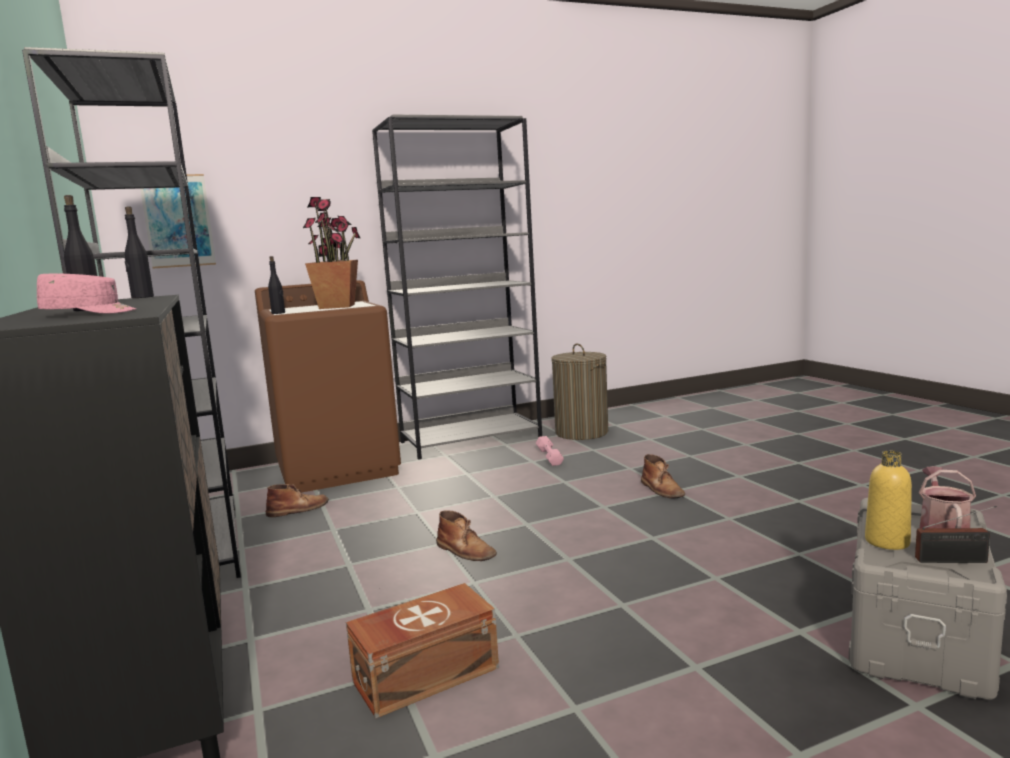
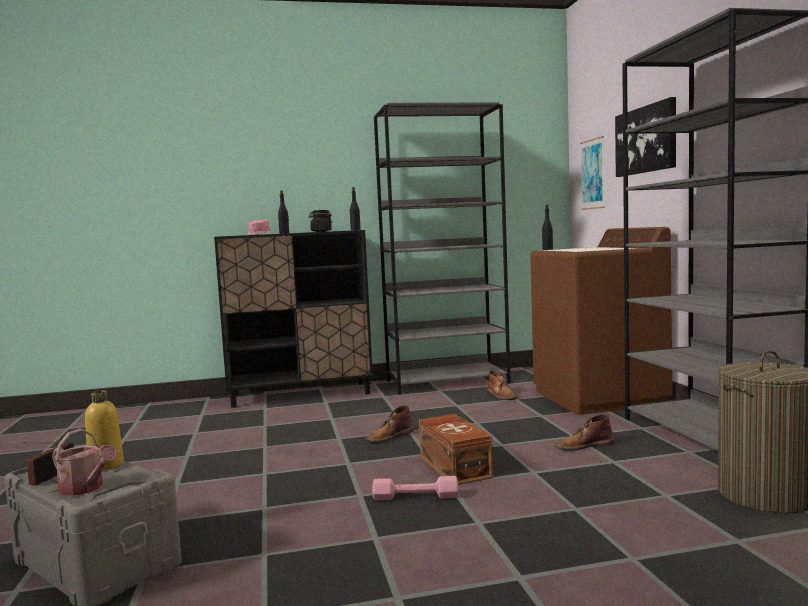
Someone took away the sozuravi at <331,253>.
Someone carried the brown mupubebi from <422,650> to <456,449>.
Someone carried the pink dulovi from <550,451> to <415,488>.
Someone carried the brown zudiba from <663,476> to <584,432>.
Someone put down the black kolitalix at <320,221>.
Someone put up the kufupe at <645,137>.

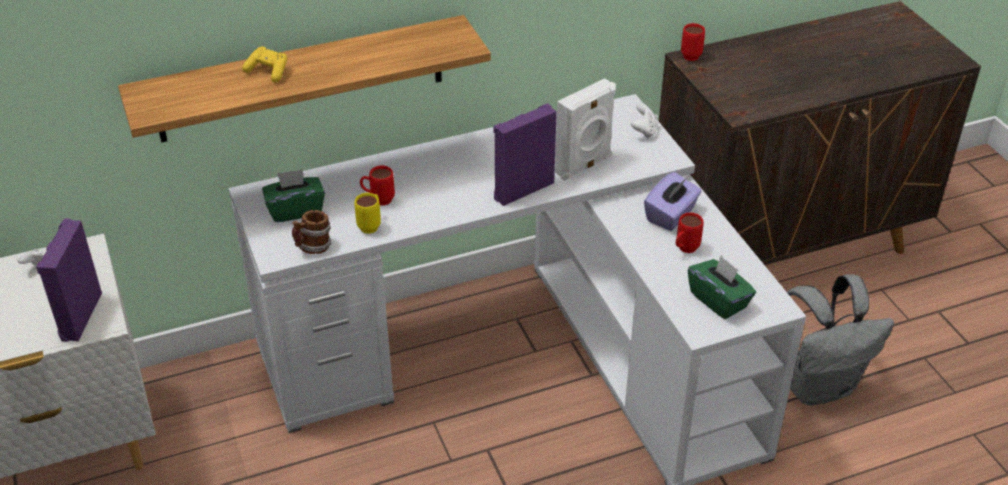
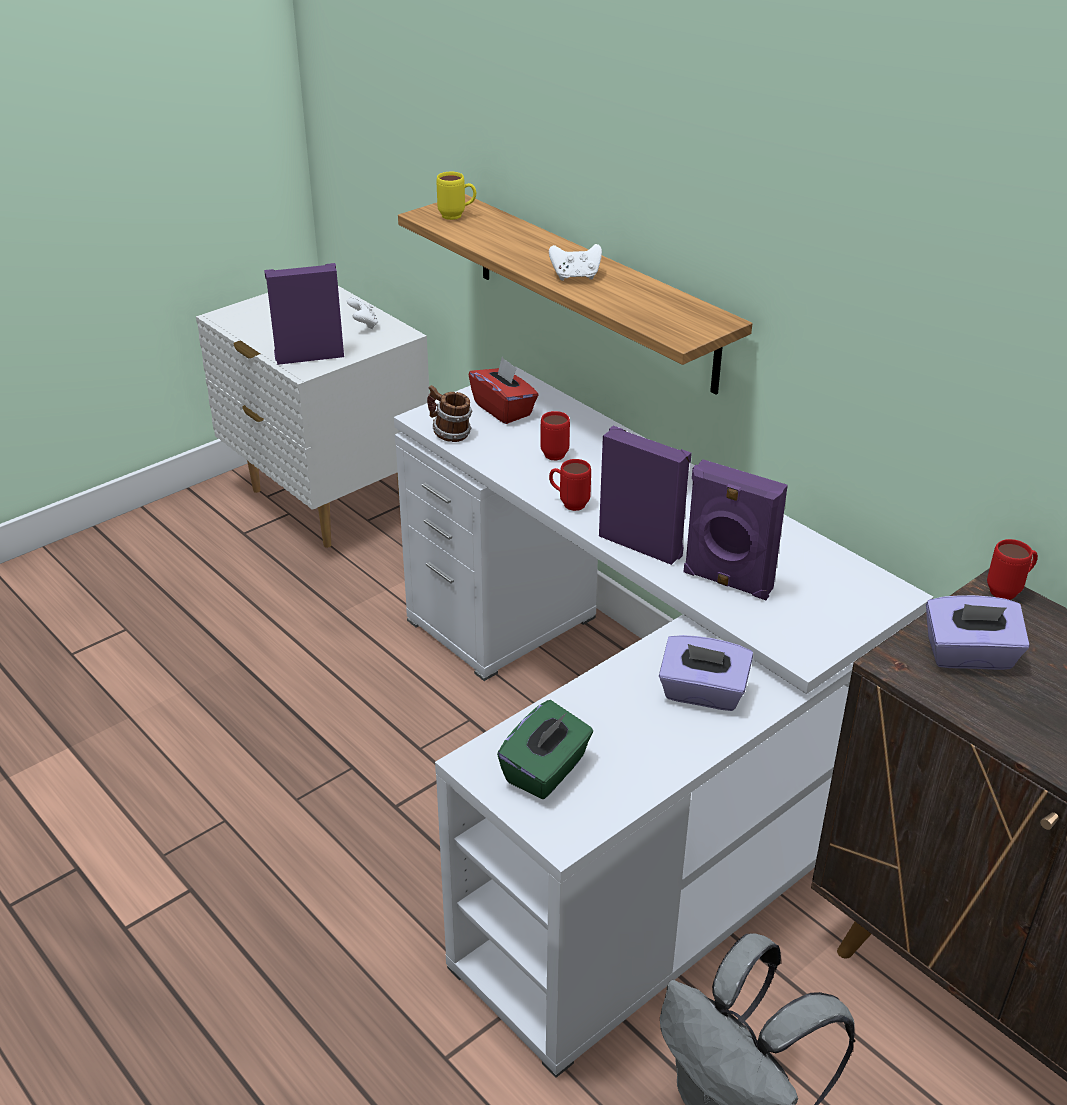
Someone took away the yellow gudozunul at <264,65>.
Someone repainted the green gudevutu at <293,195>, which became the red gudevutu at <503,390>.
Someone carried the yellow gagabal from <367,213> to <456,196>.
Someone repainted the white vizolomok at <585,129>, which became the purple vizolomok at <736,529>.
Someone carried the white gudozunul from <644,120> to <575,262>.
Someone carried the red gagabal from <690,233> to <570,485>.
Someone put down the purple gudevutu at <977,632>.

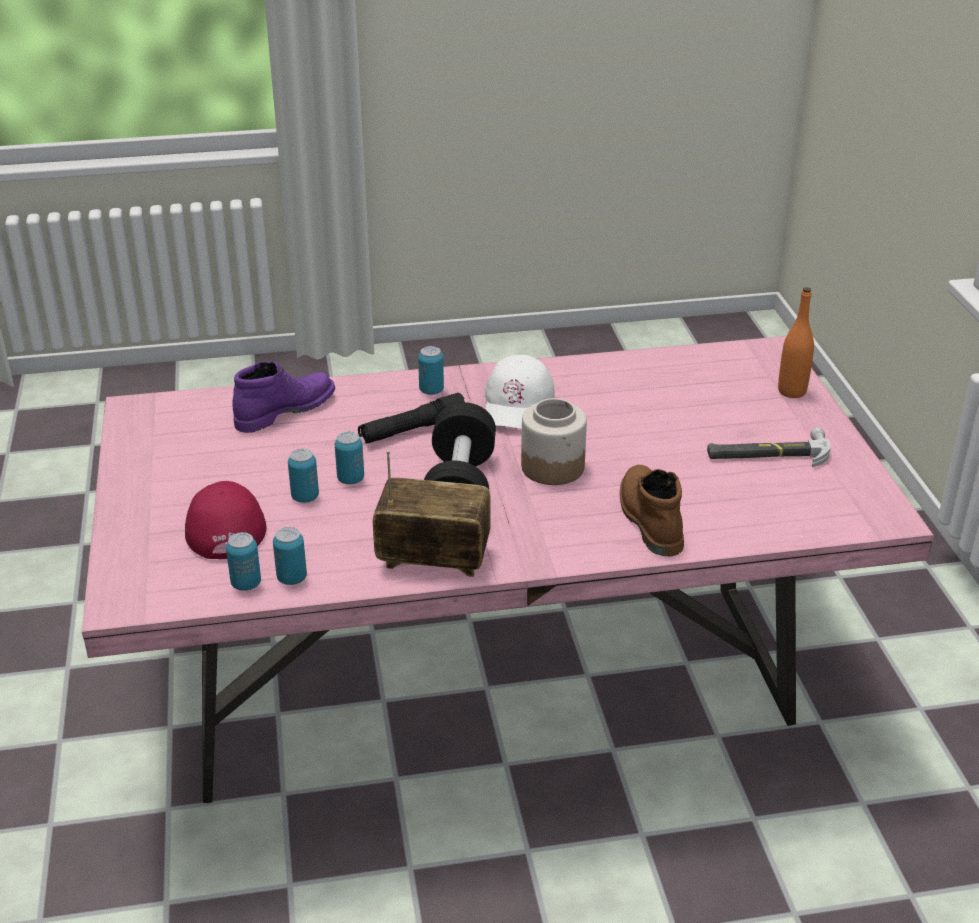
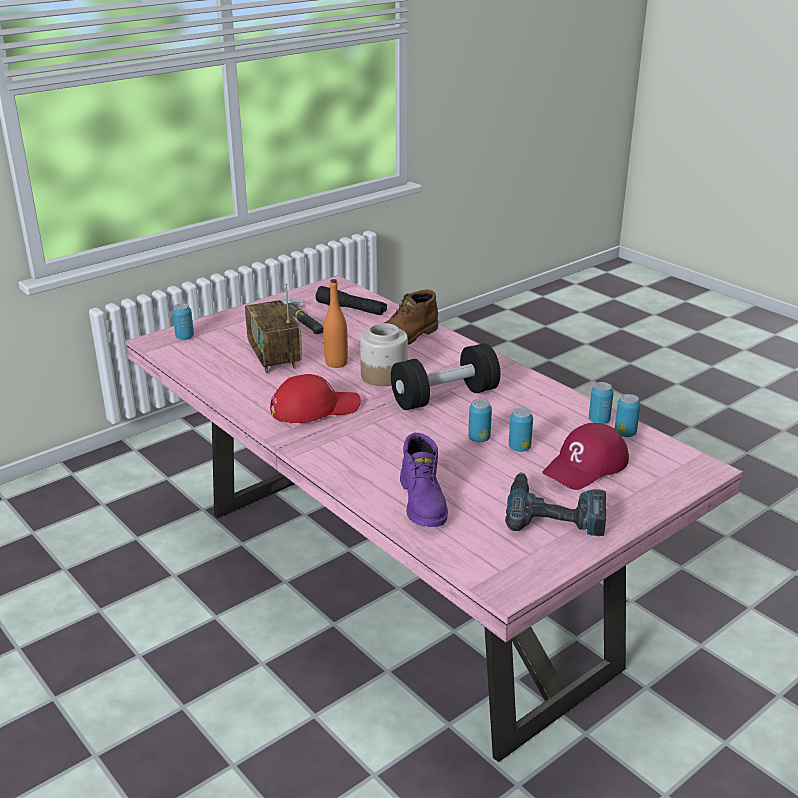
Someone rotated the purple zudiba at <283,397> by 120 degrees counterclockwise.
Someone carried the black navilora from <411,418> to <351,300>.
Someone carried the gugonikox from <432,513> to <273,328>.
Someone carried the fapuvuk from <431,370> to <183,321>.
Someone repainted the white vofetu at <520,392>, which became the red vofetu at <315,398>.
Someone carried the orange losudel from <796,342> to <335,323>.
Someone put down the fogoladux at <555,504>.

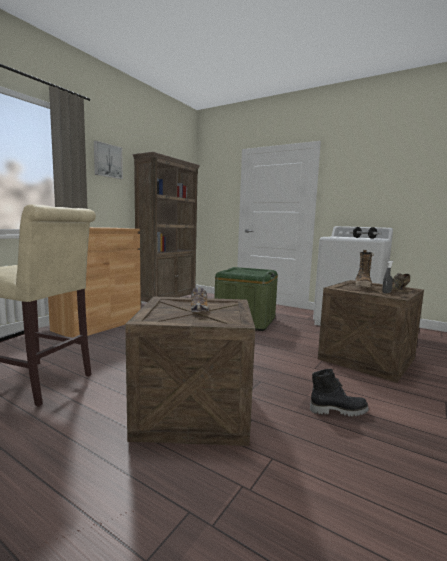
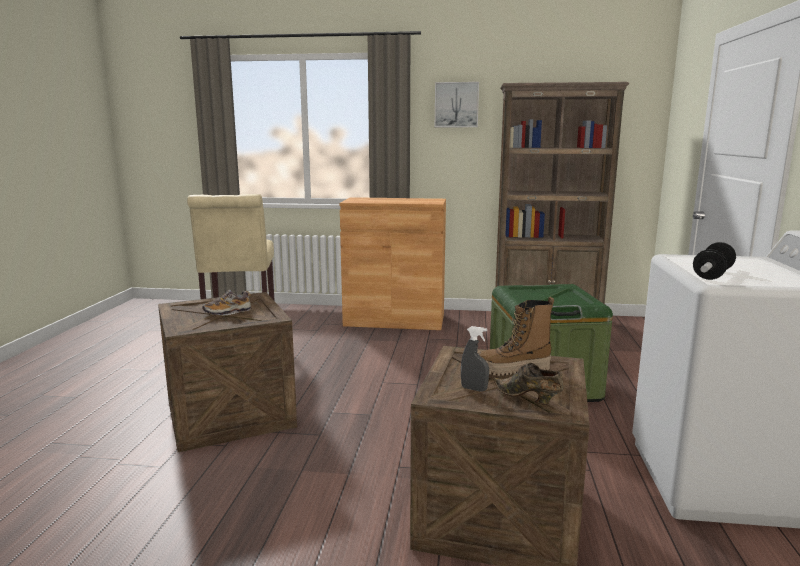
Someone took away the black zudiba at <339,392>.

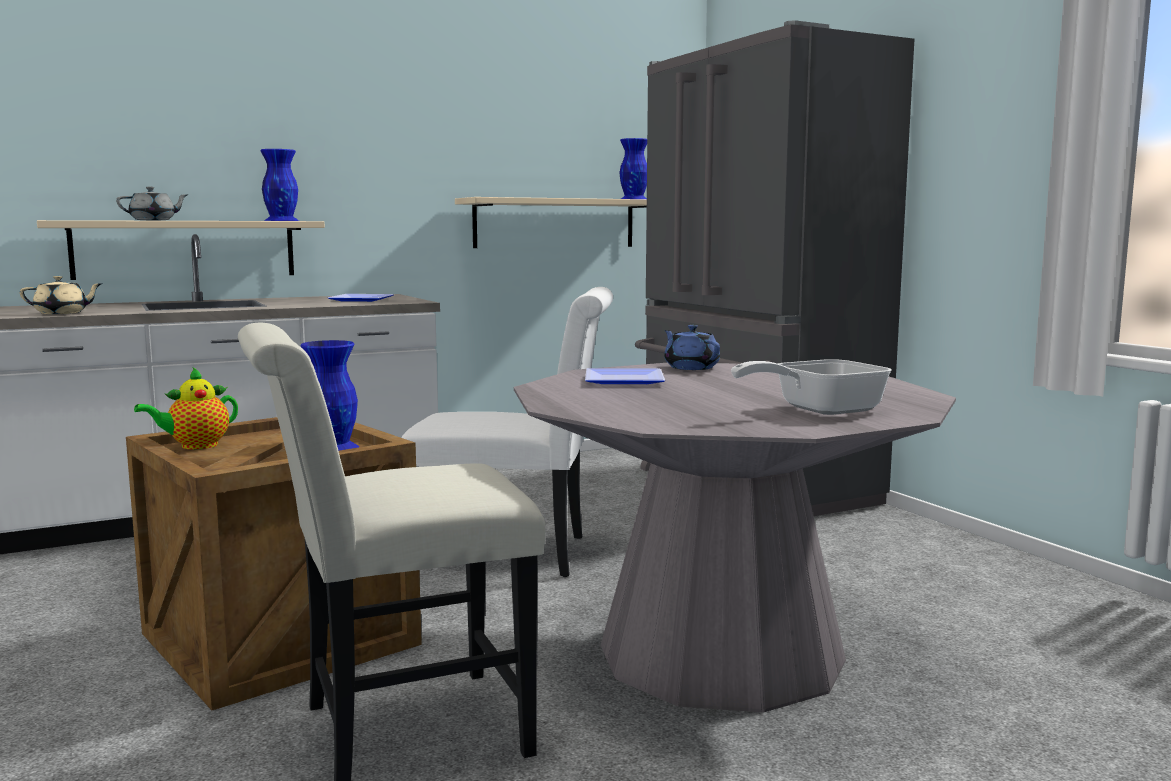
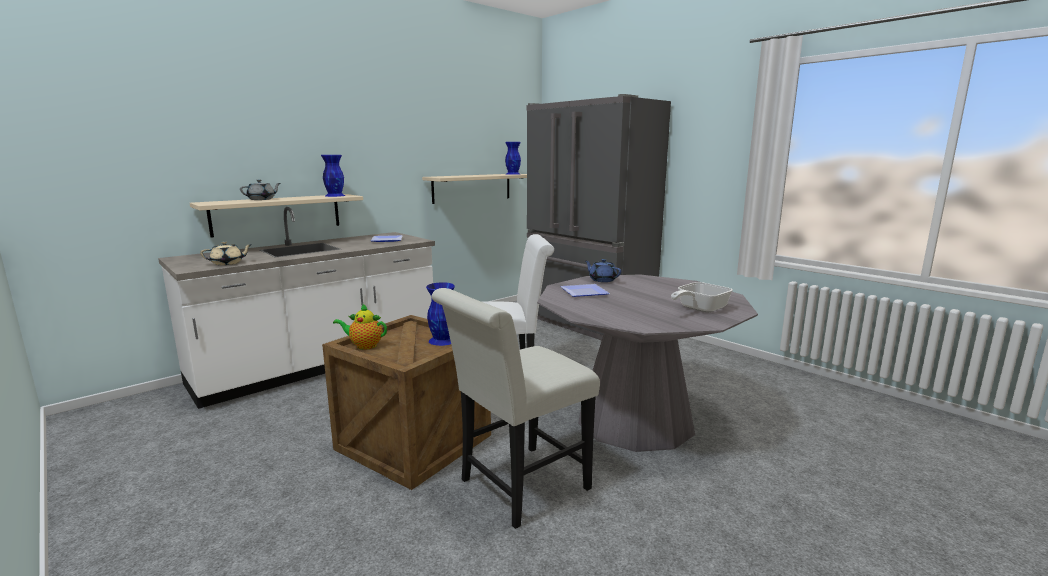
Someone rotated the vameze at <186,409> by 60 degrees clockwise.

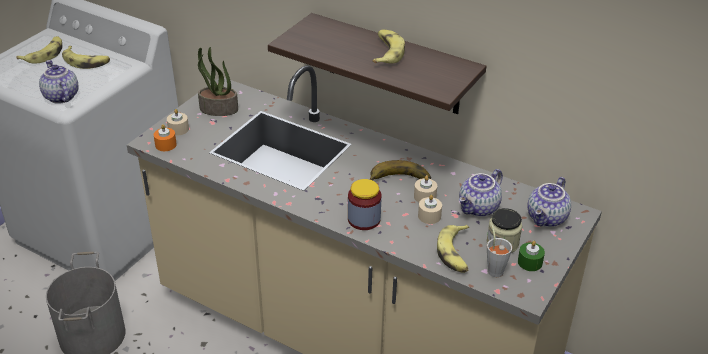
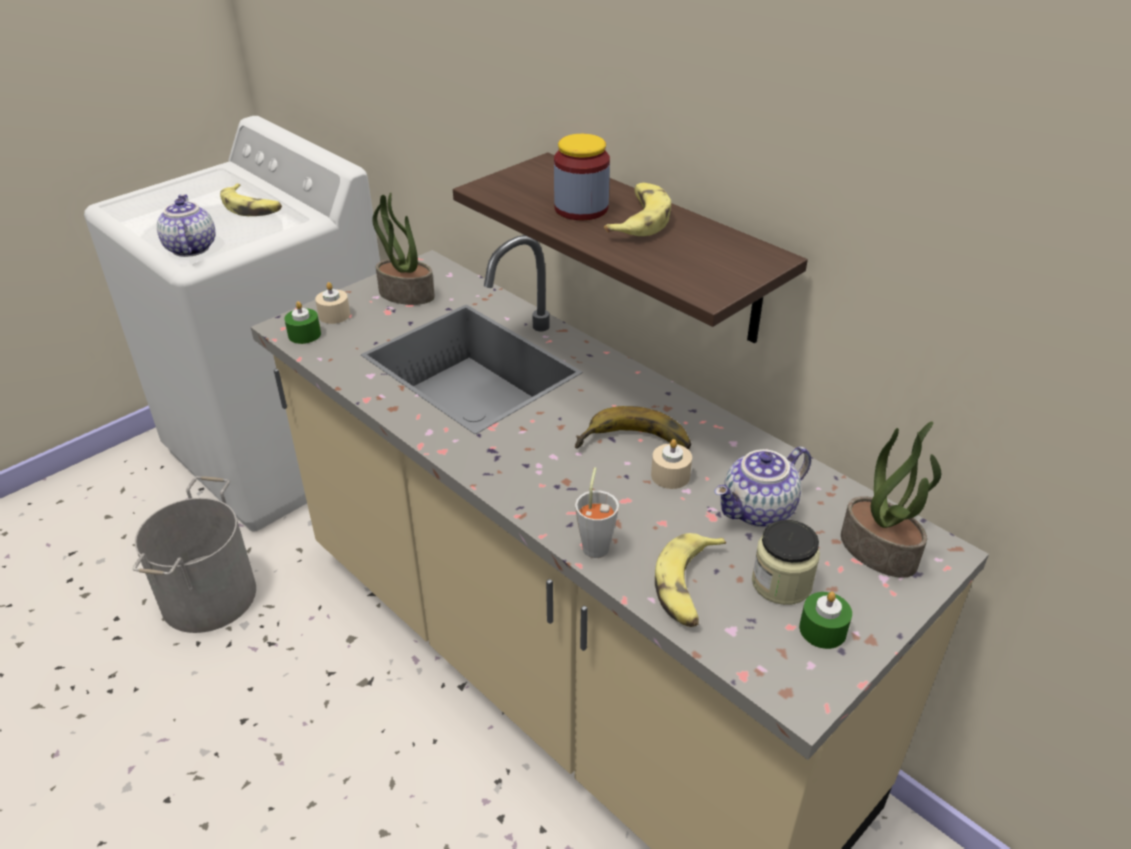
Someone took away the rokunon at <39,49>.
Someone repainted the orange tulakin at <165,137>, which became the green tulakin at <302,322>.
Someone carried the kolitalix from <365,204> to <582,177>.
Someone took away the beige tulakin at <430,209>.
Someone carried the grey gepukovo from <499,251> to <597,512>.
Someone swapped the vameze at <549,202> for the sozuravi at <891,499>.

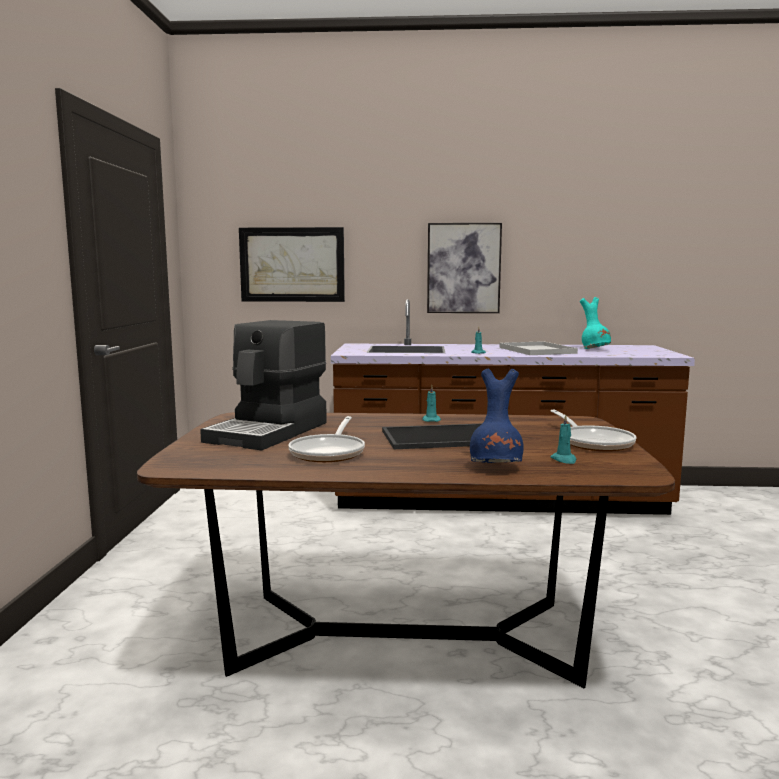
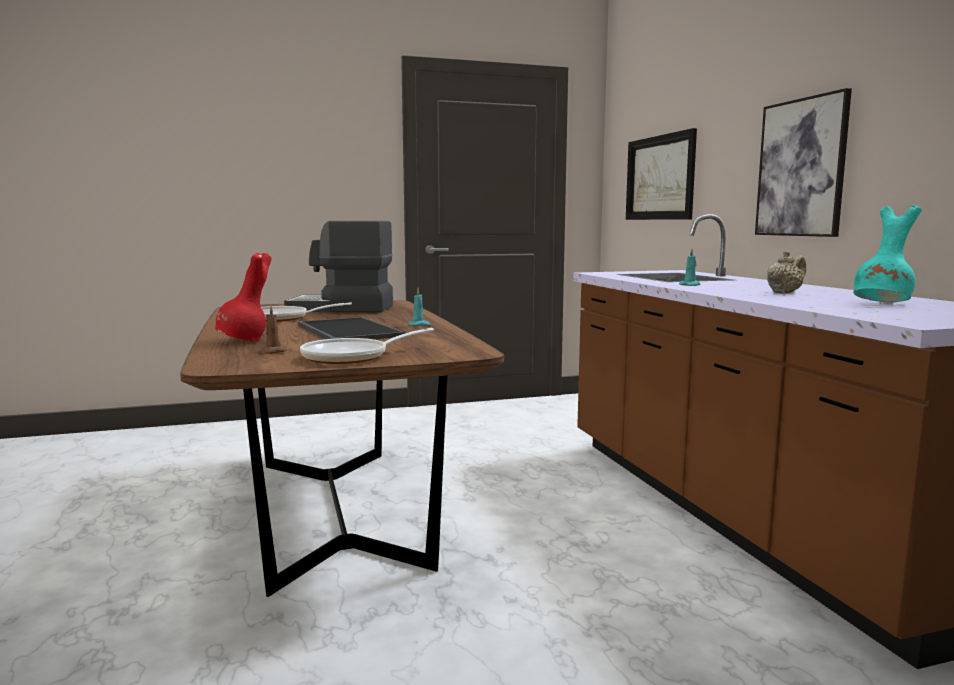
Someone repainted the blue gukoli at <497,416>, which became the red gukoli at <243,297>.
Someone swapped the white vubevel at <538,348> for the beige vameze at <786,272>.
Someone repainted the turquoise tulakin at <563,439>, which became the brown tulakin at <272,329>.

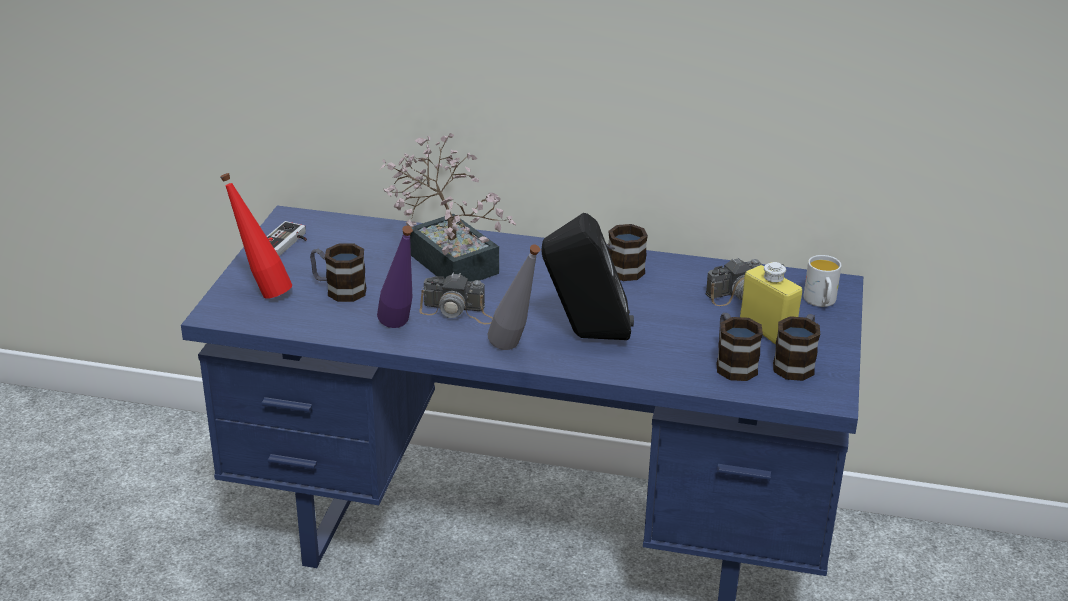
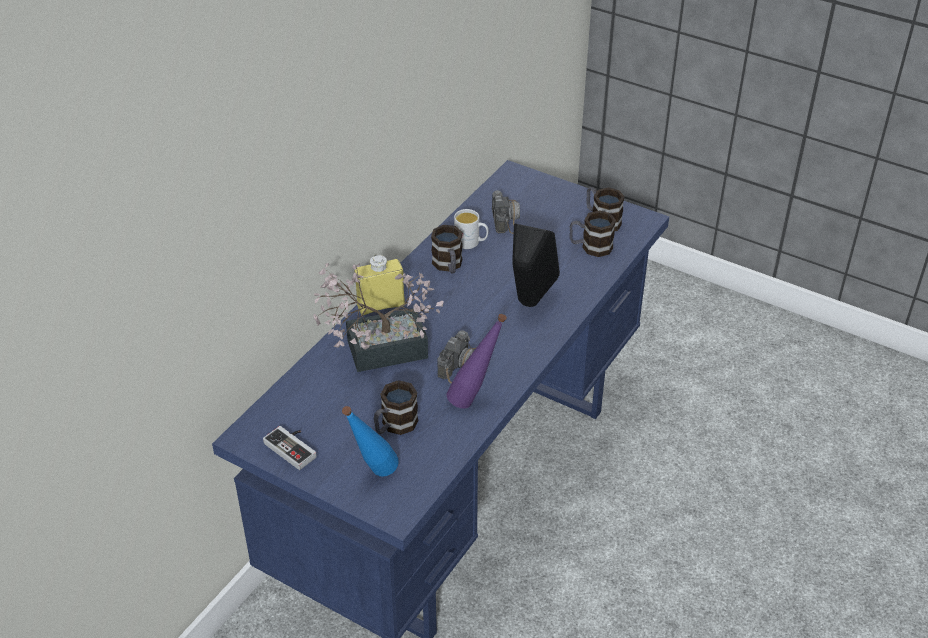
Someone repainted the red losudel at <256,236>, which became the blue losudel at <370,441>.
Someone took away the grey losudel at <513,297>.
Someone carried the yellow losudel from <771,303> to <380,285>.
Someone carried the white gagabal from <822,281> to <471,229>.

